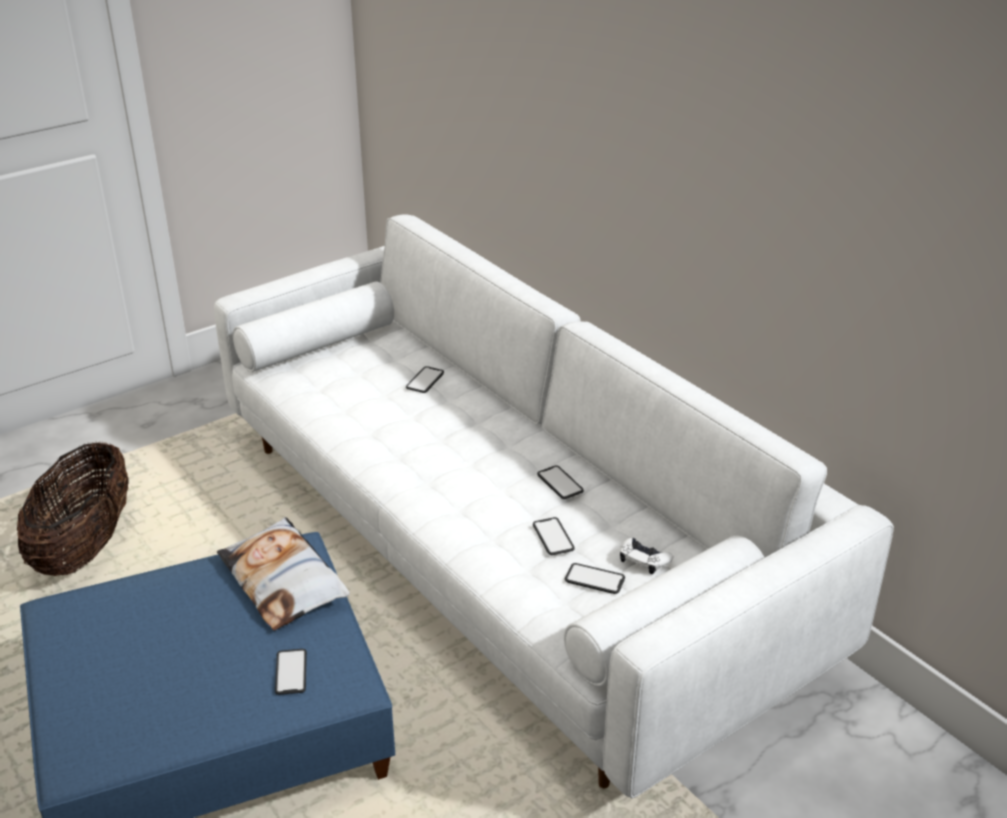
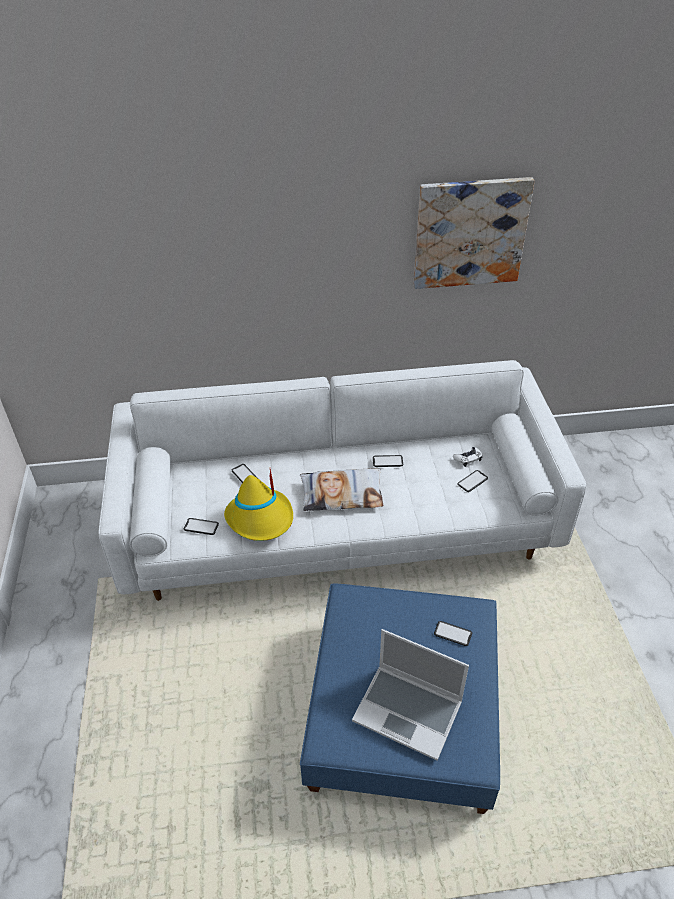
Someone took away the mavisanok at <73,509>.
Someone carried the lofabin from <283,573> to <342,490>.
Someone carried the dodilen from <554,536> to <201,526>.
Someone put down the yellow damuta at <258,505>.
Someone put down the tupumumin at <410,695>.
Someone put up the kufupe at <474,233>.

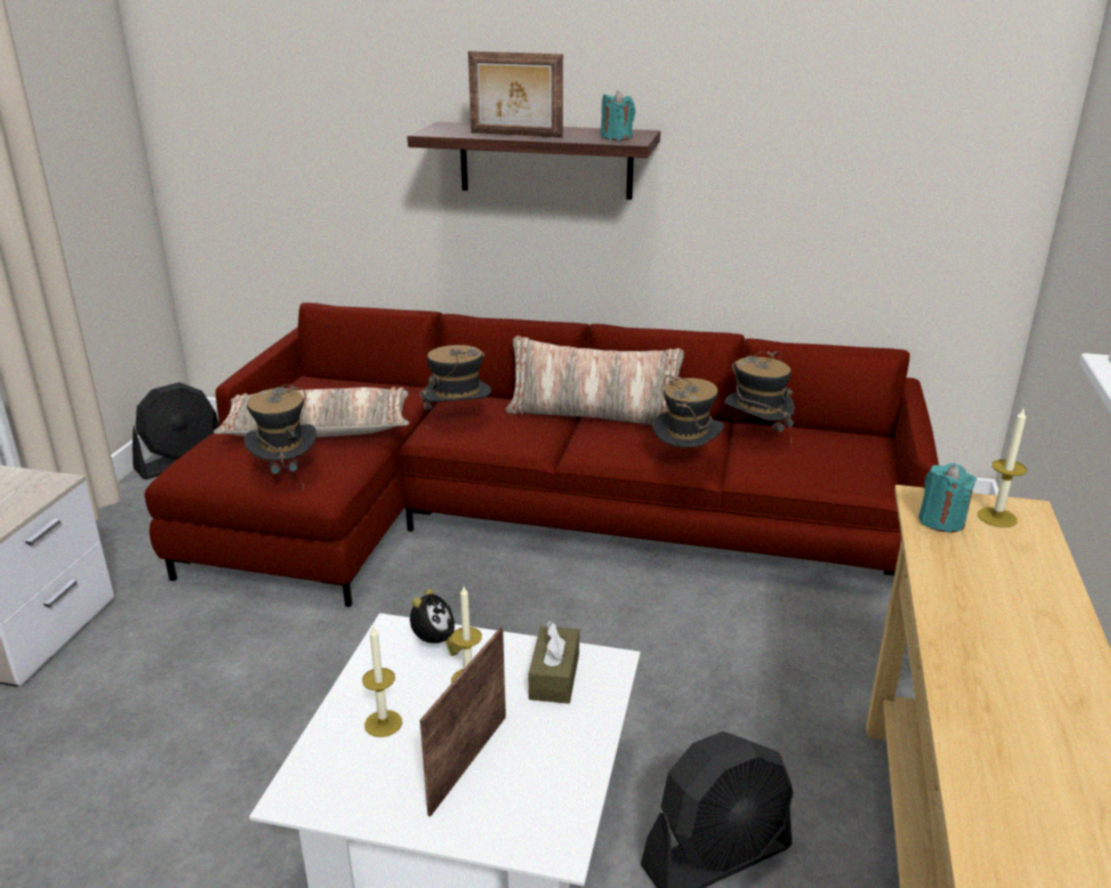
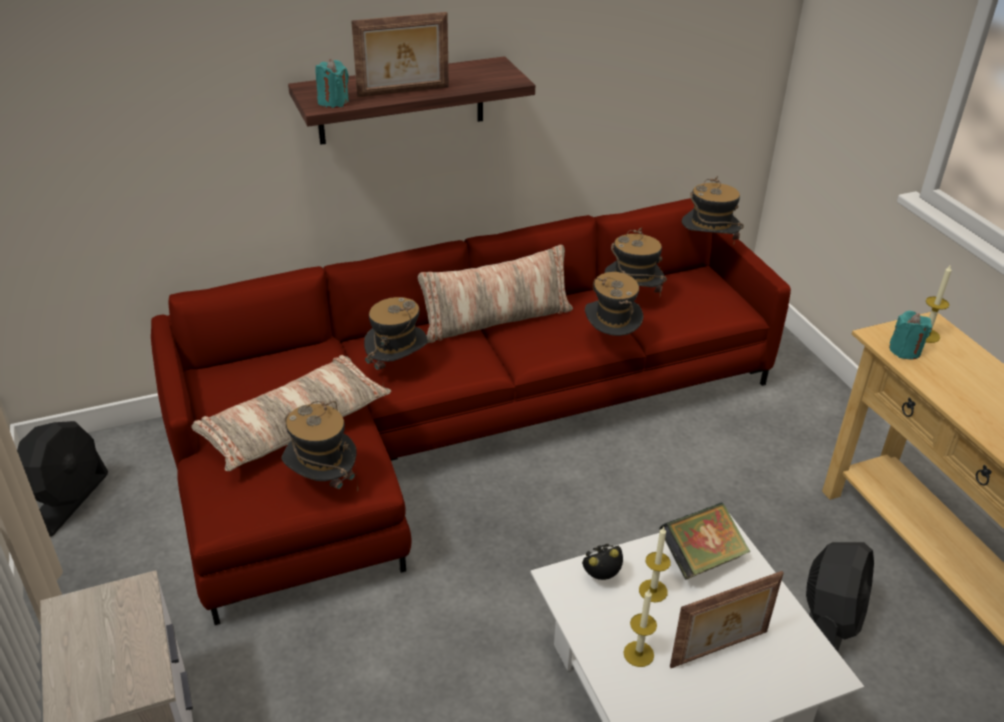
Someone rotated the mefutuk at <436,622> by 90 degrees counterclockwise.
Someone rotated the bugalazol at <463,722> by 105 degrees counterclockwise.
Someone swapped the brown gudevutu at <553,662> for the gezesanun at <704,541>.
Someone carried the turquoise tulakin from <617,115> to <332,83>.
Someone put down the damuta at <713,210>.

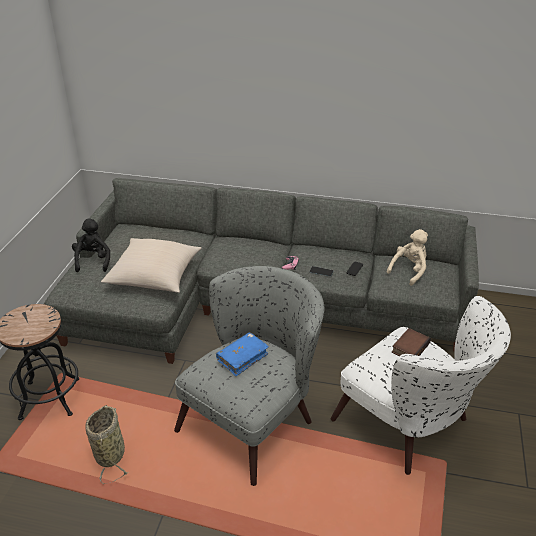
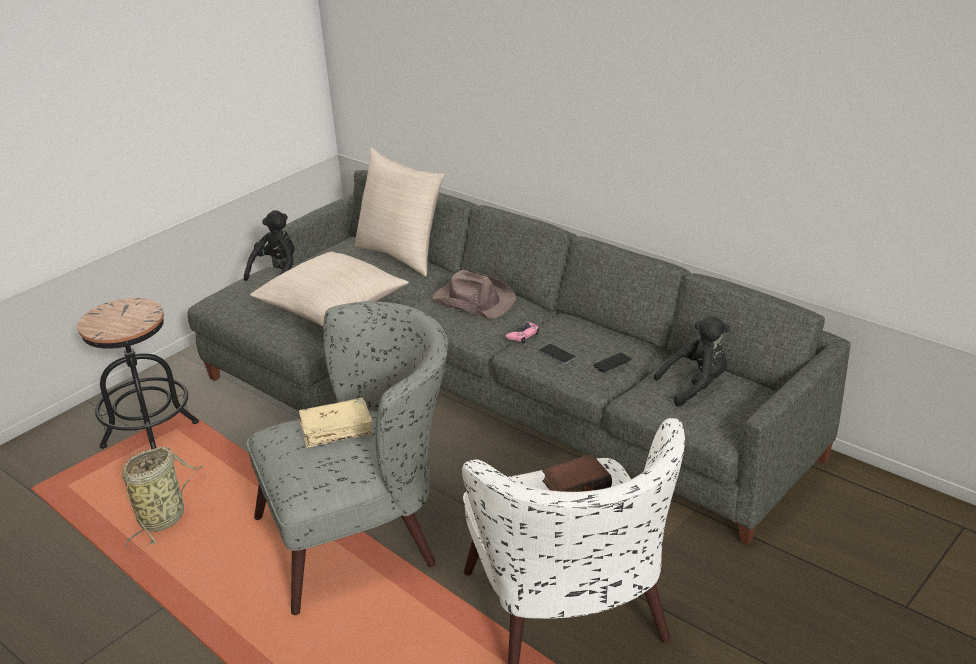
Someone repainted the blue gezesanun at <242,354>, which became the beige gezesanun at <336,422>.
Someone repainted the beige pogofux at <407,257>, which became the black pogofux at <692,361>.
Someone put down the beige lofabin at <400,212>.
Someone put down the brown damuta at <474,294>.

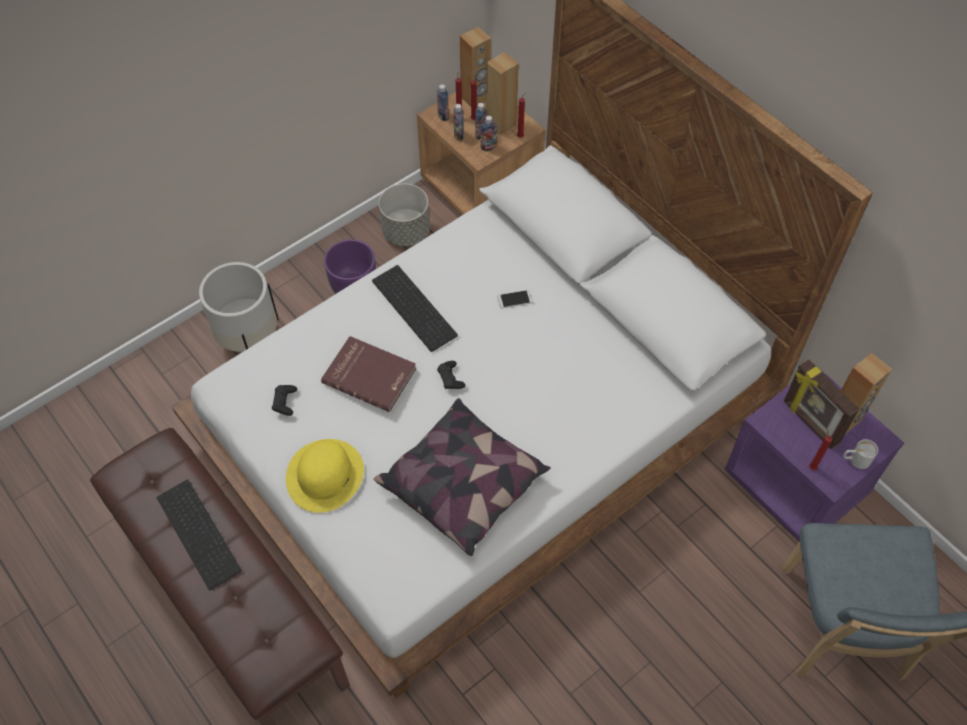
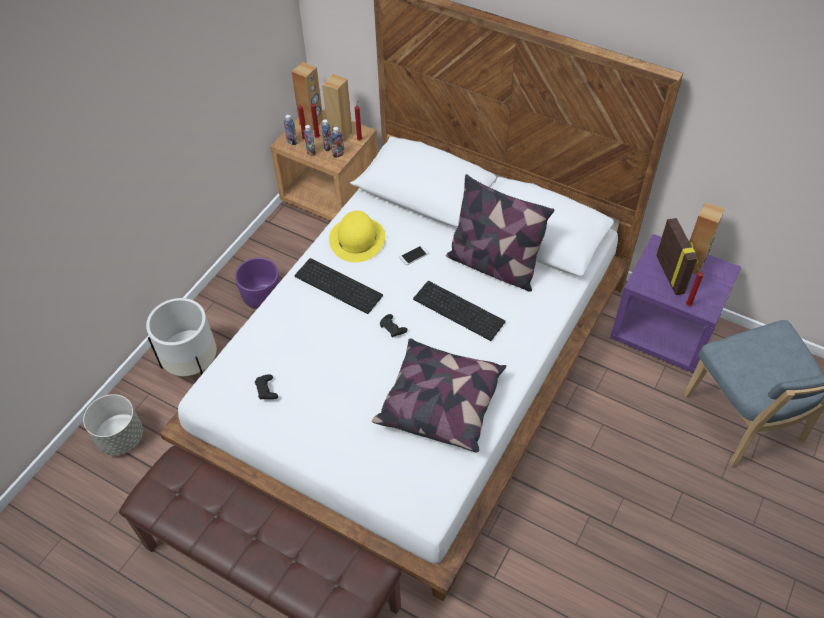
Someone carried the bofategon from <199,534> to <459,311>.
Someone carried the yellow damuta from <325,476> to <357,236>.
Someone took away the red gezesanun at <368,374>.
Someone carried the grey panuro from <404,215> to <113,425>.
Someone rotated the bugalazol at <821,404> by 135 degrees counterclockwise.
Someone took away the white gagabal at <860,454>.
Someone put down the lofabin at <500,233>.

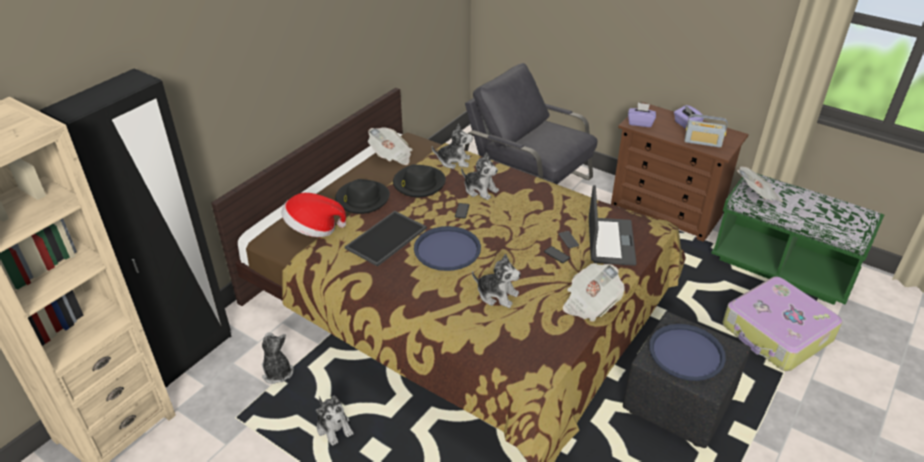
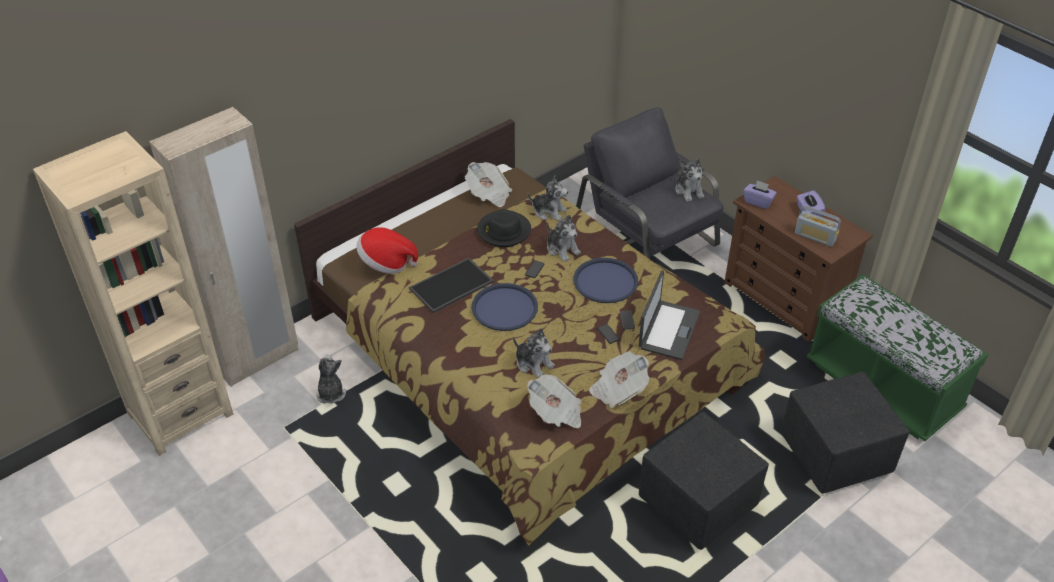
Someone repainted the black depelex at <135,228>, which became the beige depelex at <224,247>.
Someone carried the pogofux from <335,421> to <689,180>.
Someone took away the black damuta at <362,196>.
Someone carried the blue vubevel from <687,352> to <605,280>.
Someone swapped the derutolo at <782,324> for the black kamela at <845,433>.
Someone carried the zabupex from <760,184> to <554,401>.

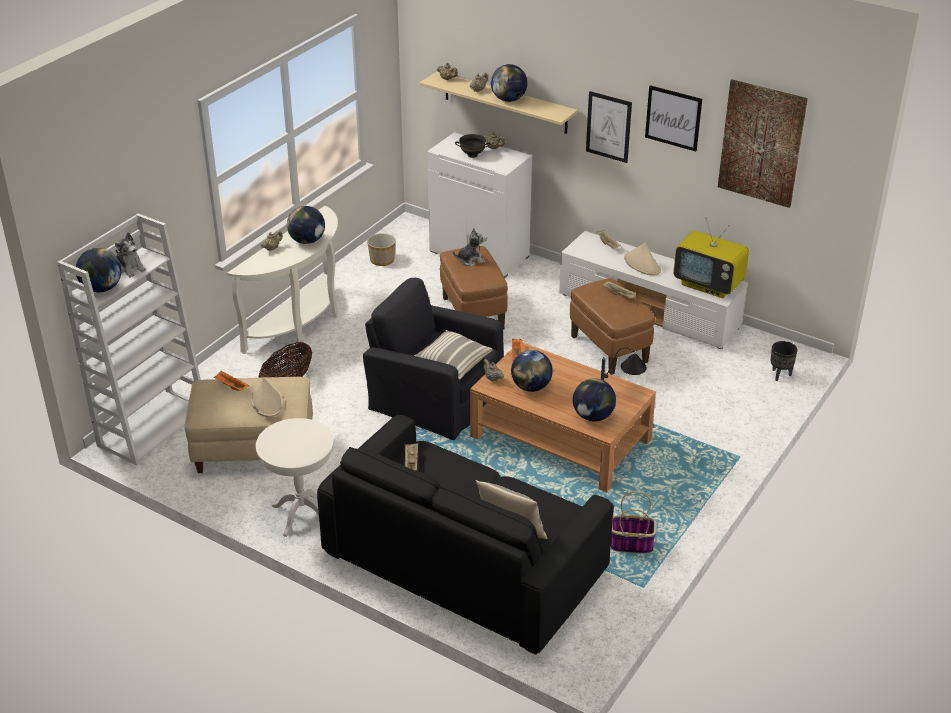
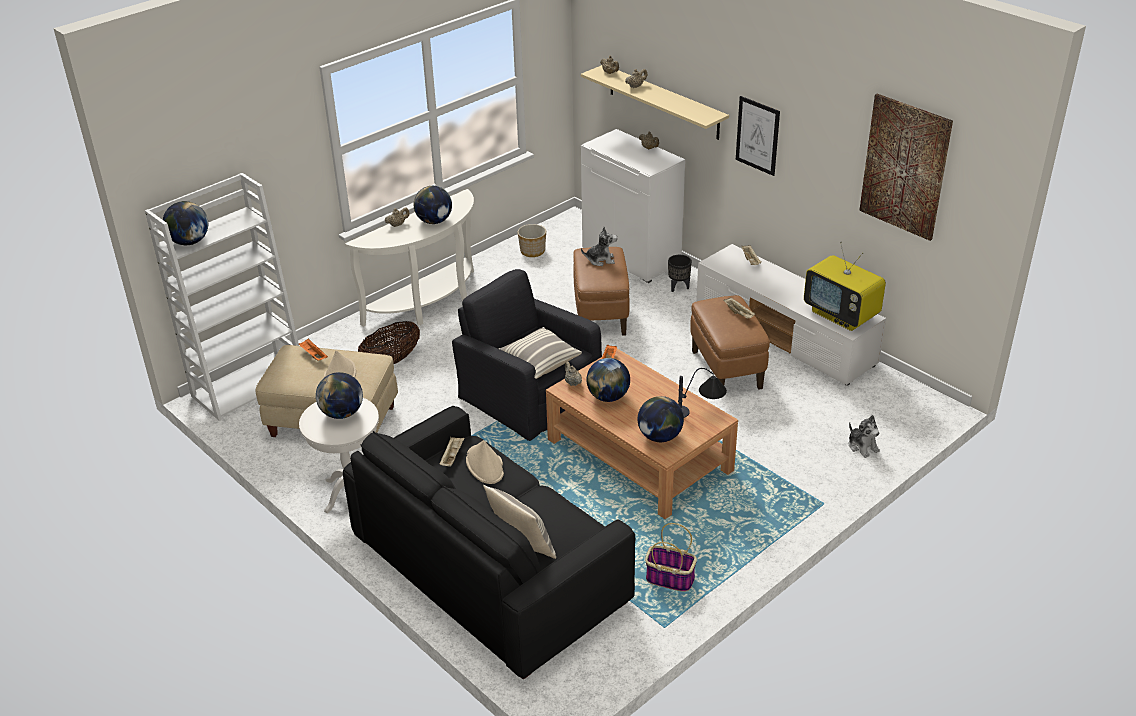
Someone carried the pogofux from <130,255> to <864,436>.
Someone took away the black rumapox at <472,146>.
Someone carried the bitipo from <509,83> to <339,395>.
Someone carried the beige damuta from <642,259> to <485,462>.
Someone took away the kufupe at <673,118>.
Someone carried the black panuro from <784,361> to <680,273>.

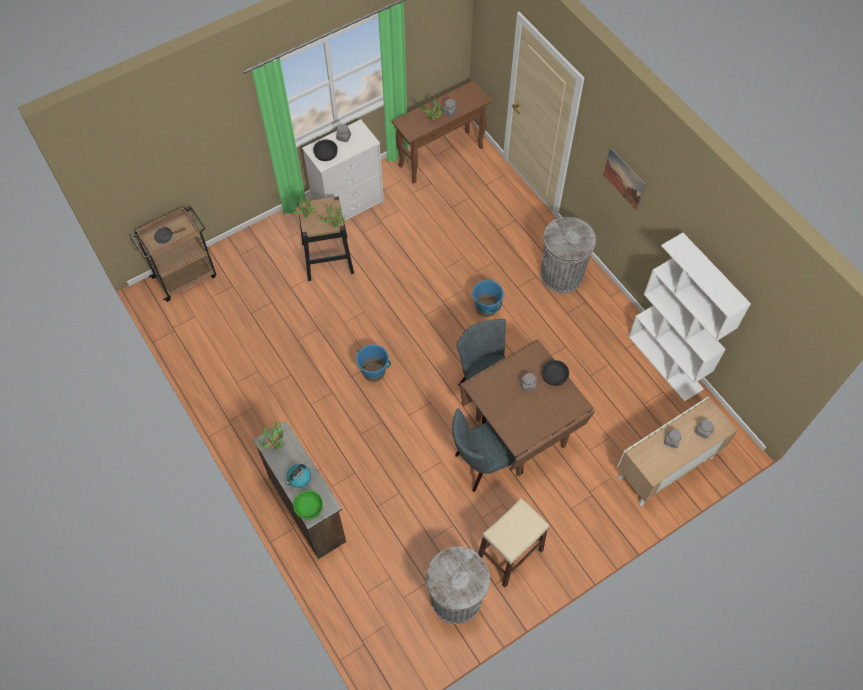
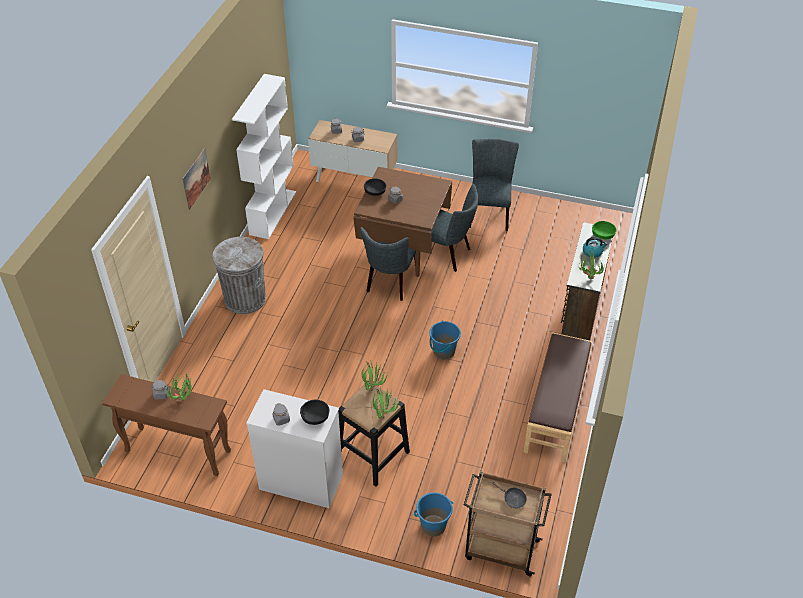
Someone took away the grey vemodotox at <458,585>.
Someone carried the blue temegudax from <488,298> to <433,514>.
Someone swapped the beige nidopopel at <513,542> for the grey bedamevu at <494,185>.
Someone put down the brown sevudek at <557,397>.

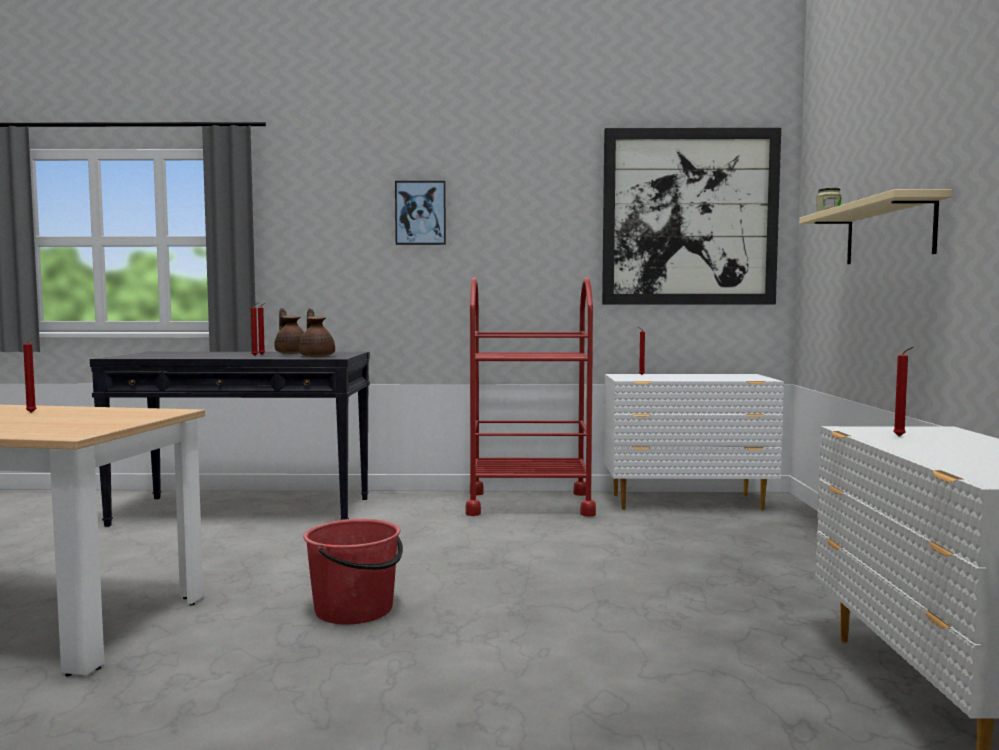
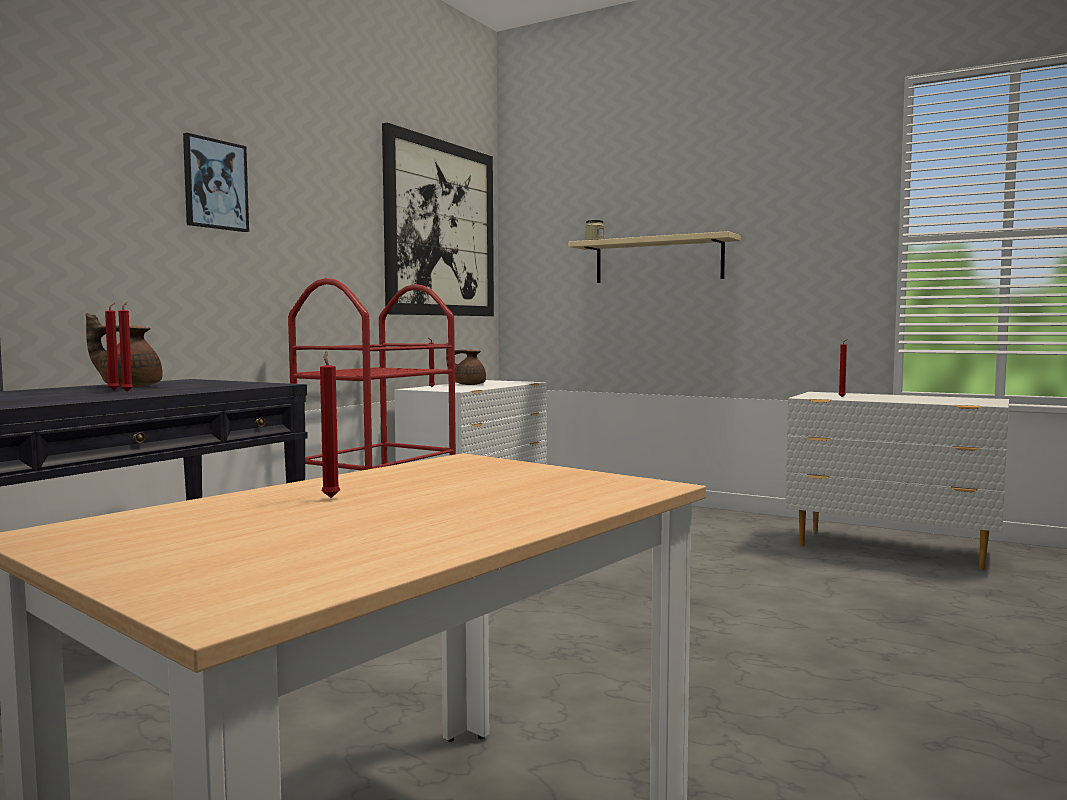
Someone carried the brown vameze from <317,332> to <466,363>.
Someone took away the red temegudax at <353,571>.

